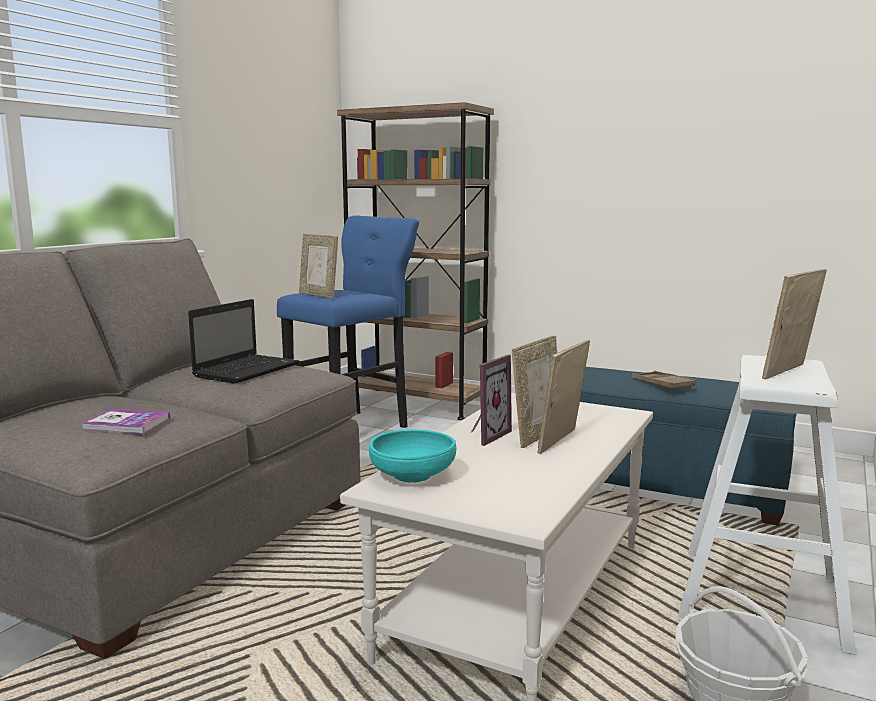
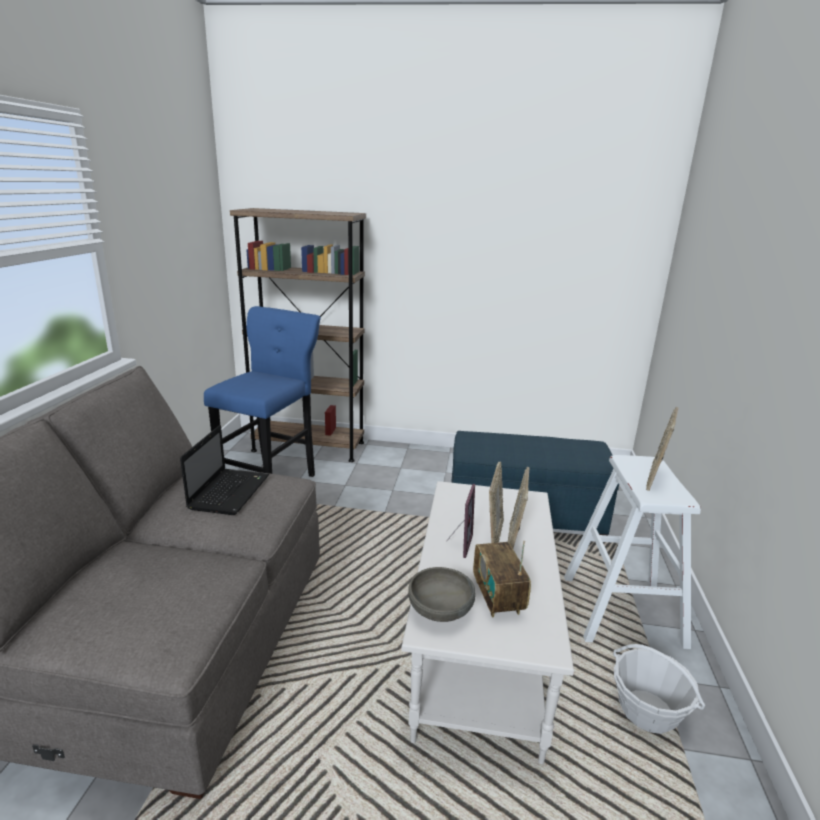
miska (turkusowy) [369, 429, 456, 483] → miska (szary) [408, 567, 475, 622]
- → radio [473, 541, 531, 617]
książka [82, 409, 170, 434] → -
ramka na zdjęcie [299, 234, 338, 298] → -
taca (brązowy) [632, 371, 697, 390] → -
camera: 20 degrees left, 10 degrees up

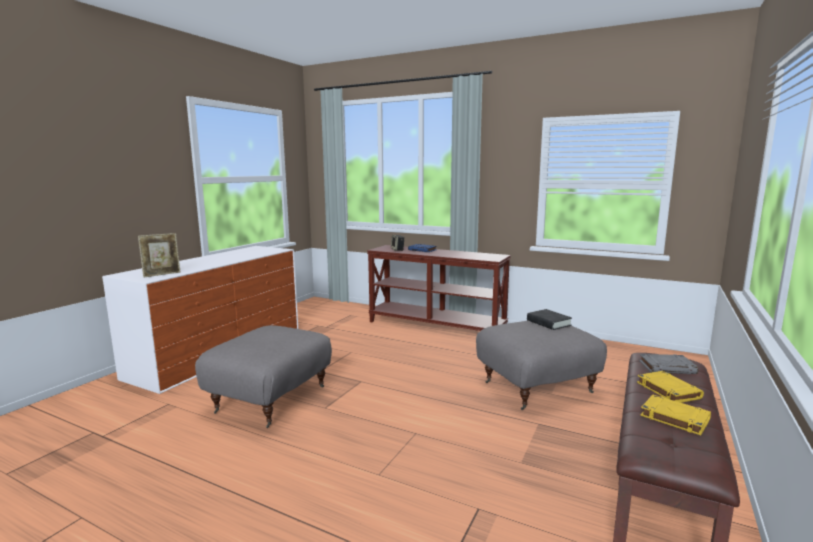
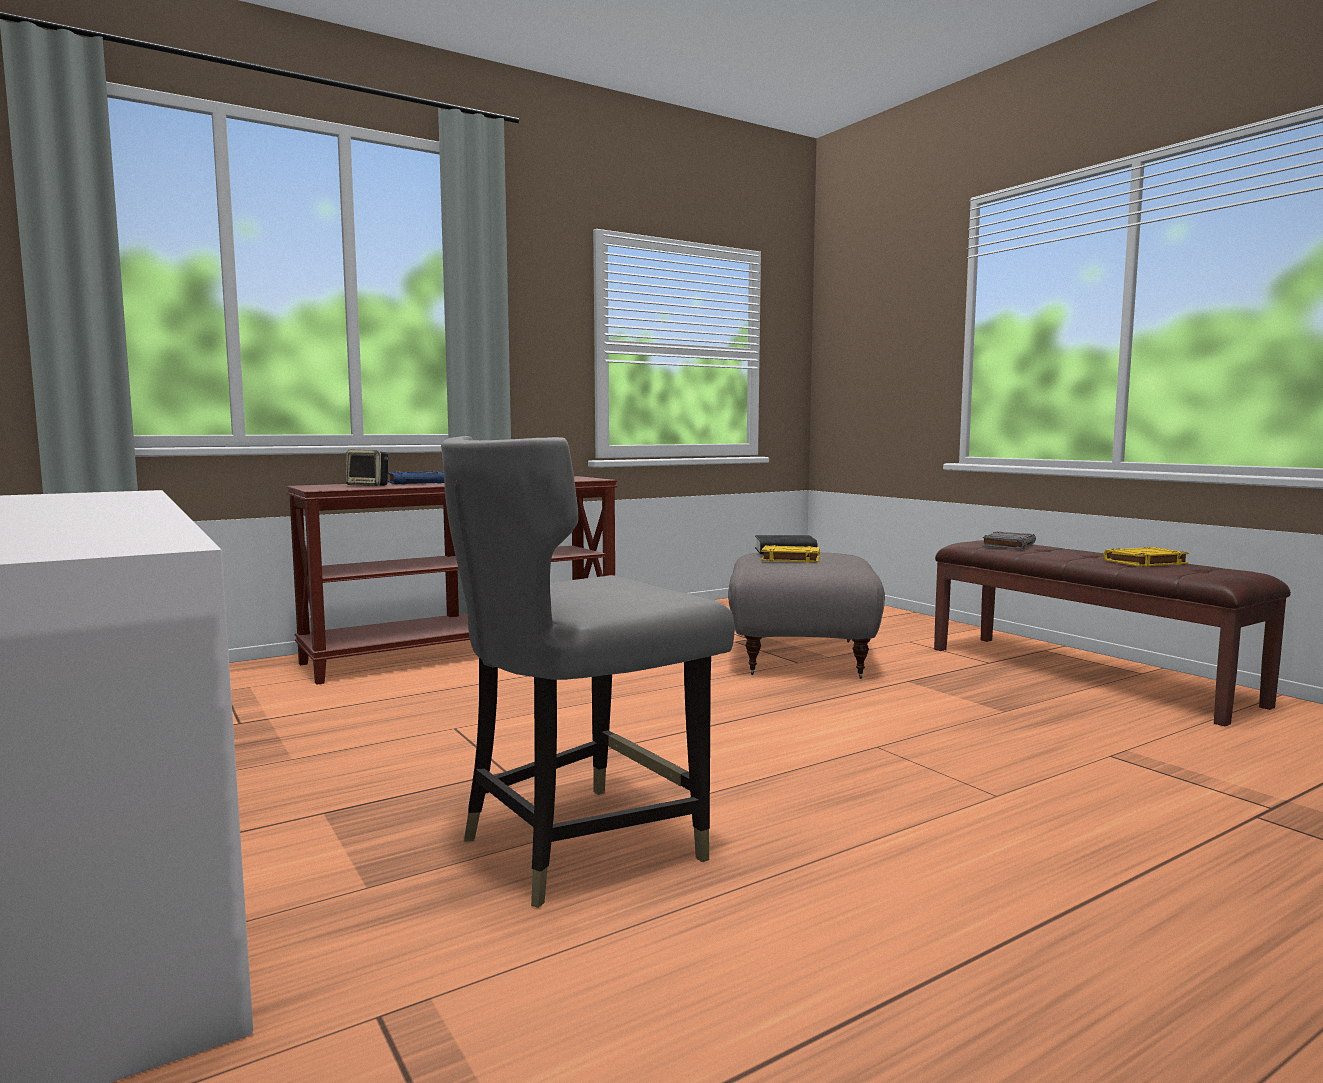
pufa (szary) [195, 325, 332, 428] → krzesło (szary) [441, 436, 735, 908]
książka (żółty) [637, 371, 704, 403] → książka (żółty) [761, 545, 820, 563], move
ramka na zdjęcie [138, 233, 181, 278] → -
camera: 60 degrees left, 5 degrees down

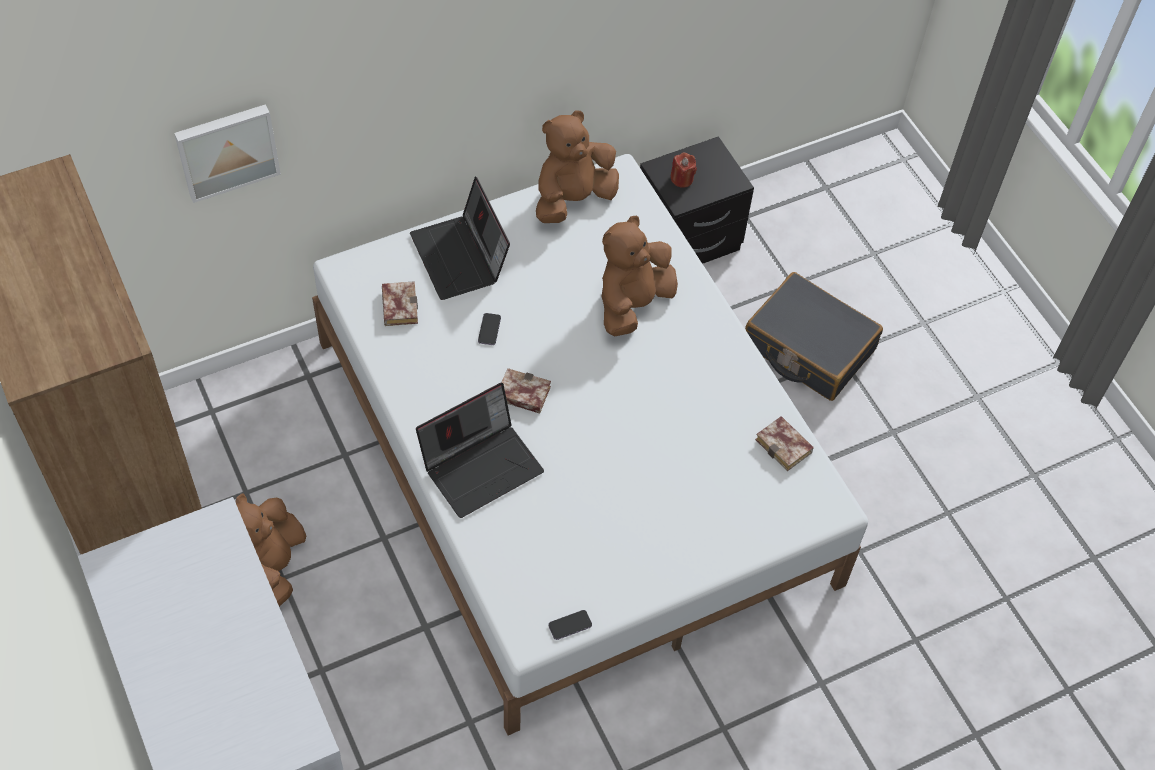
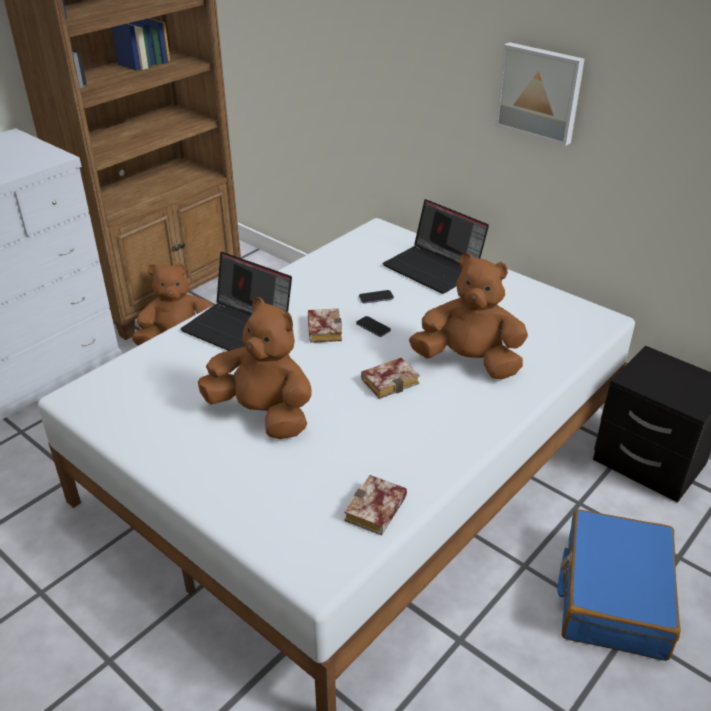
pluszak (brązowy) [536, 110, 619, 223] → pluszak (brązowy) [198, 297, 312, 439], move
telefon [548, 610, 592, 640] → telefon [356, 316, 391, 337], move
książka [382, 281, 418, 326] → książka [361, 358, 420, 399], move
laptop [410, 177, 510, 300] → laptop [383, 199, 489, 294], 90 degrees counterclockwise
obraz [174, 104, 281, 203] → obraz [495, 42, 585, 146], move
walizka (czarny) [745, 272, 883, 401] → walizka (niebieski) [557, 509, 681, 661]
świeca (czerwony) [671, 152, 697, 188] → -
camera: 70 degrees right, 20 degrees down

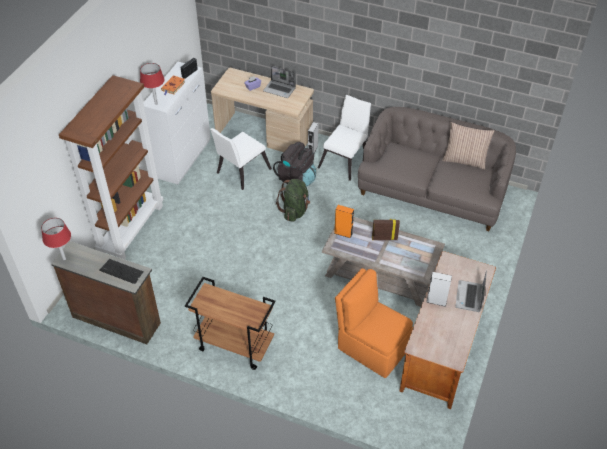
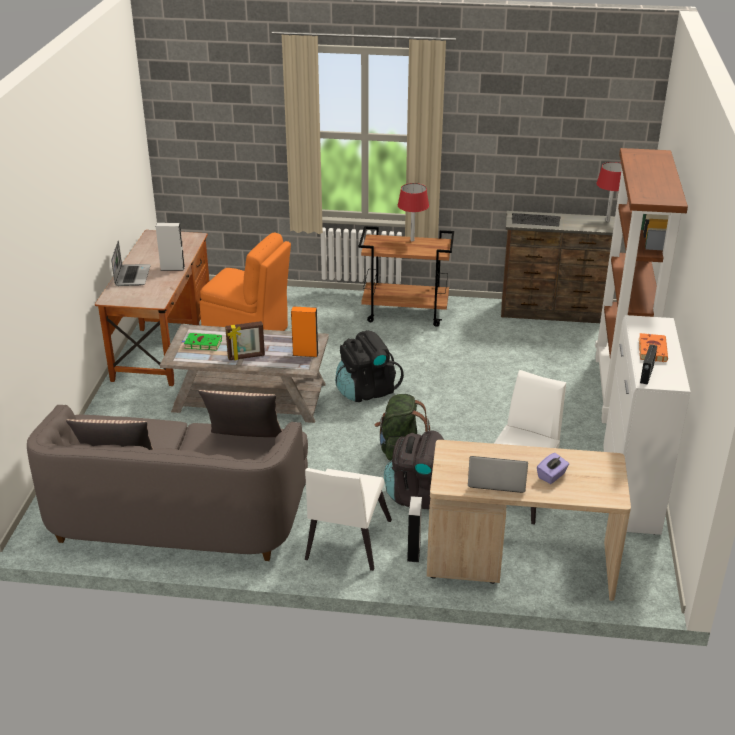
- → książka (zielony) [182, 333, 222, 351]
- → poduszka [198, 390, 282, 437]
- → plecak (czarny) [335, 330, 404, 402]
lampa stołowa (czerwony) [140, 63, 165, 105] → lampa stołowa (czerwony) [398, 183, 429, 242], move
camera: 165 degrees right, 15 degrees down

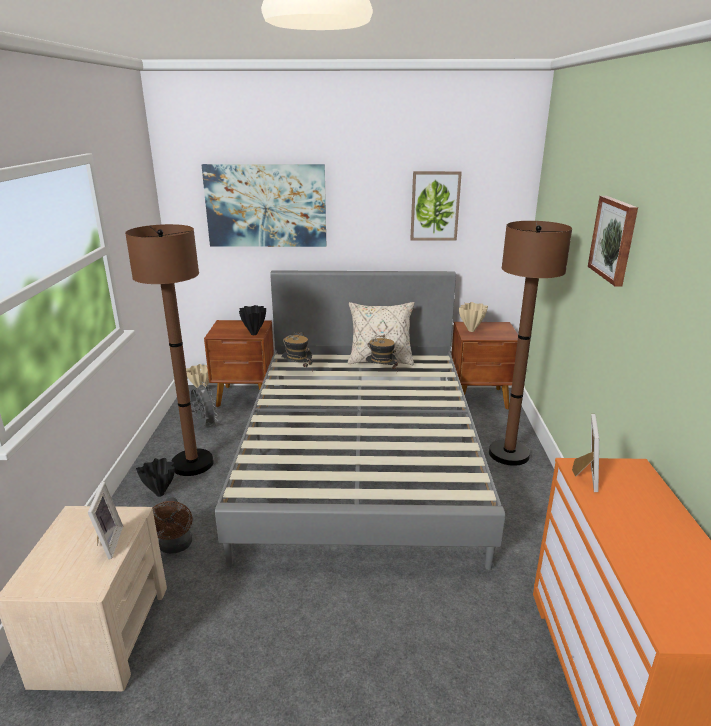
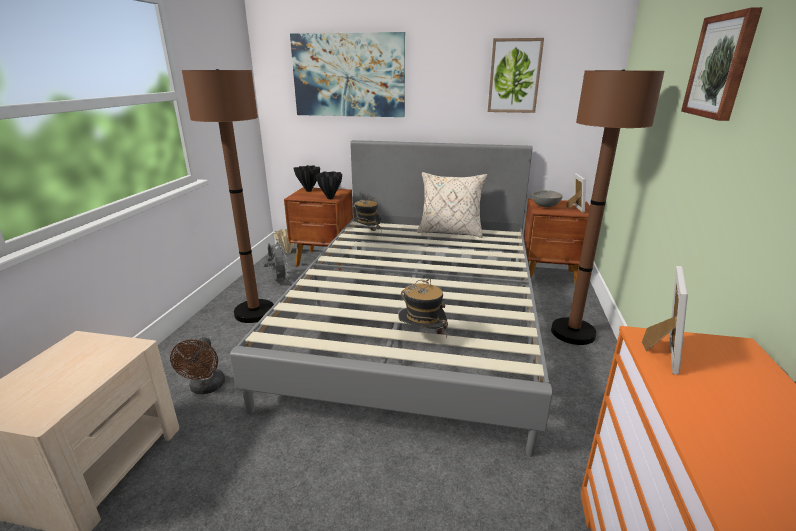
wazon (czarny) [136, 458, 175, 497] → wazon (czarny) [294, 165, 320, 192], move
kapelusz [366, 334, 399, 369] → kapelusz [398, 279, 448, 339], move
wazon (beżowy) [459, 302, 488, 332] → miska (szary) [531, 190, 563, 207]
ramka na zdjęcie [88, 482, 123, 559] → ramka na zdjęcie [566, 173, 586, 213], move
camera: 10 degrees right, 0 degrees up

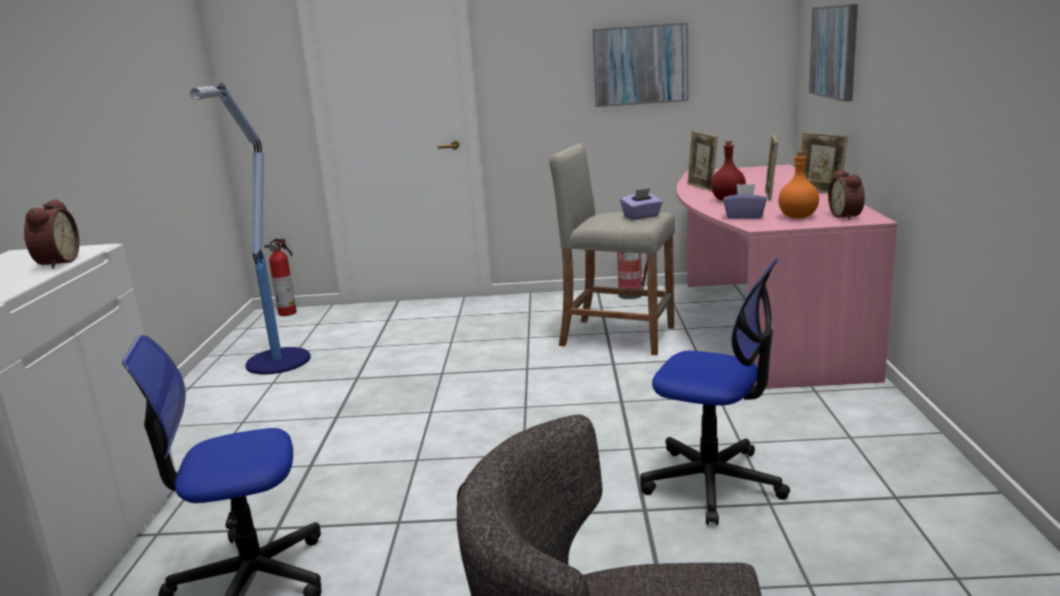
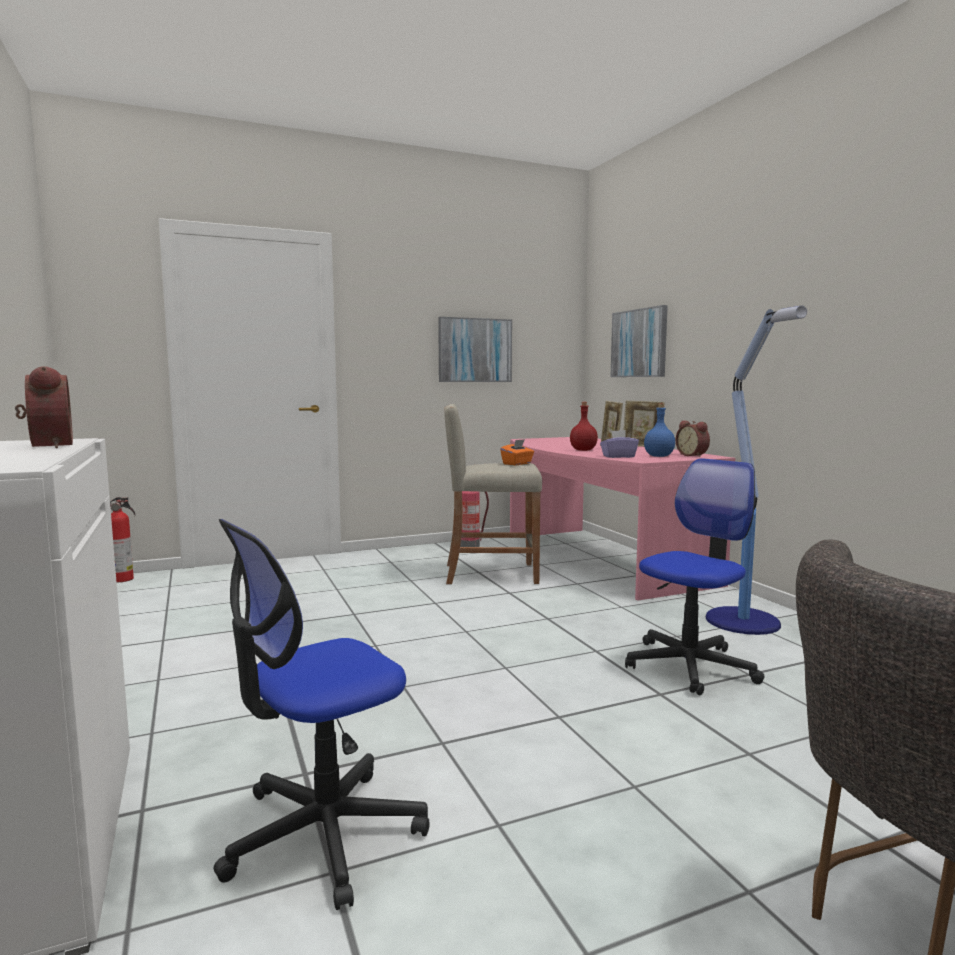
pudełko chusteczek (fioletowy) [620, 188, 663, 220] → pudełko chusteczek (pomarańczowy) [500, 439, 534, 465]
krzesło biurowe [640, 259, 790, 525] → krzesło biurowe [625, 458, 764, 696], 45 degrees counterclockwise
butelka (pomarańczowy) [778, 151, 819, 218] → butelka (niebieski) [644, 404, 675, 457]
lampa stojąca [190, 83, 311, 374] → lampa stojąca [706, 305, 807, 635], move
ramka na zdjęcie [687, 131, 718, 192] → -
camera: 25 degrees left, 10 degrees down

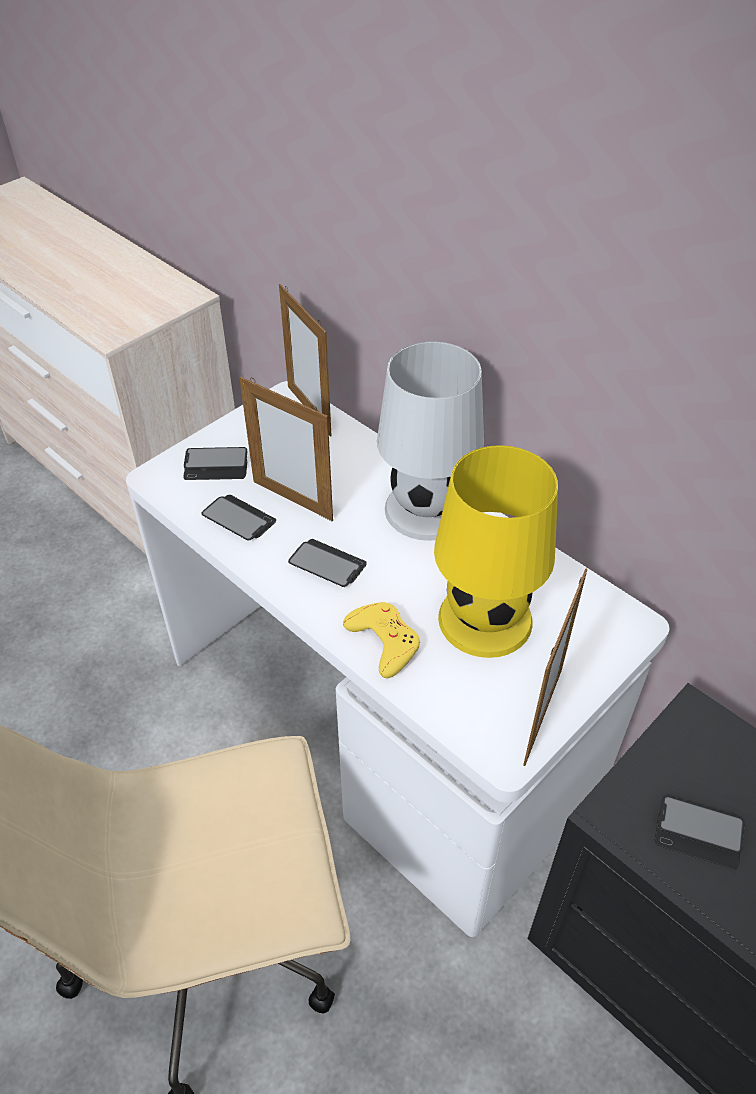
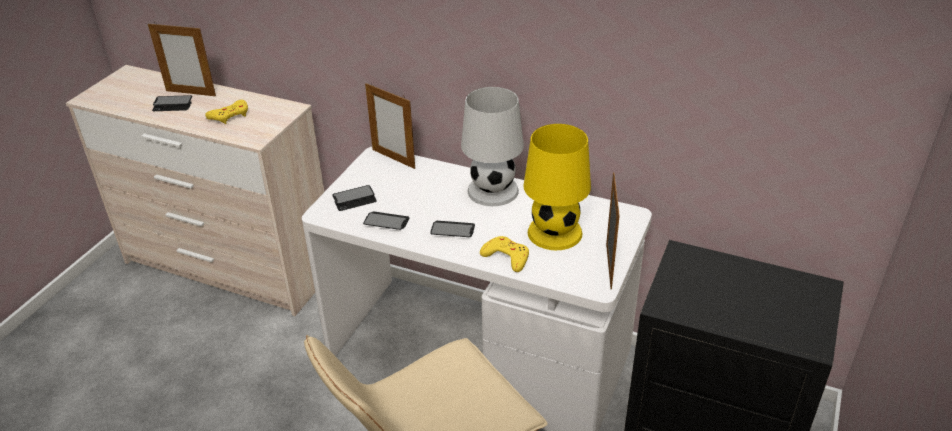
ramka na zdjęcie [239, 377, 333, 521] → ramka na zdjęcie [148, 22, 216, 96], move
telefon [655, 795, 745, 870] → telefon [152, 95, 192, 111], move
- → pad do gier (żółty) [205, 100, 248, 124]
camera: 20 degrees left, 10 degrees down

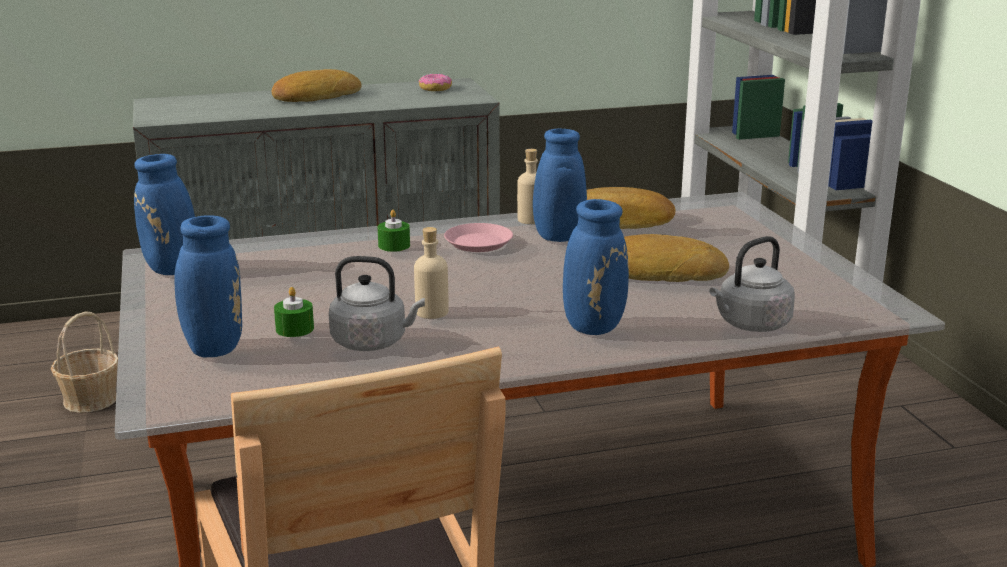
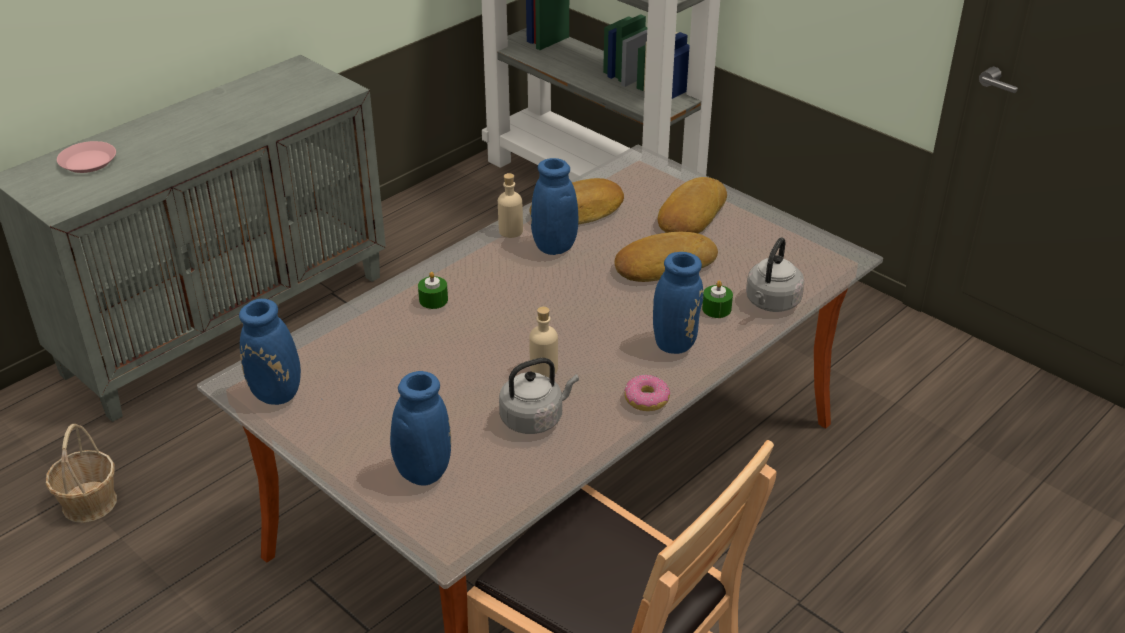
talerz (różowy) [444, 223, 513, 252] → talerz (różowy) [57, 141, 116, 173], move
donut [419, 74, 452, 91] → donut [624, 375, 670, 411], move
chleb [272, 69, 362, 102] → chleb [658, 177, 727, 233], move
świeca (zielony) [274, 287, 314, 337] → świeca (zielony) [702, 280, 733, 318], move
camera: 30 degrees left, 15 degrees up

